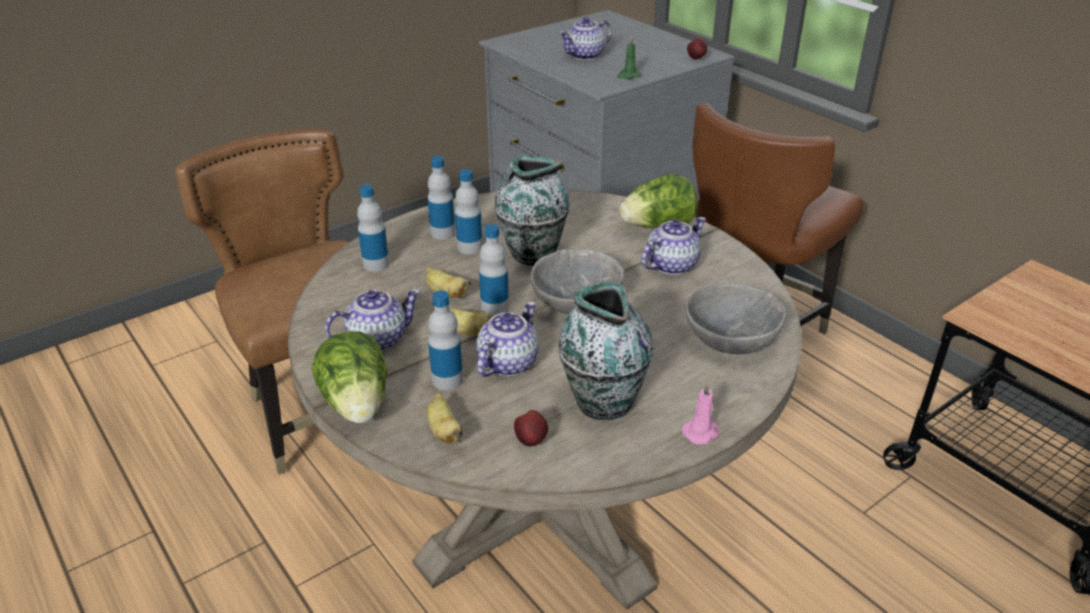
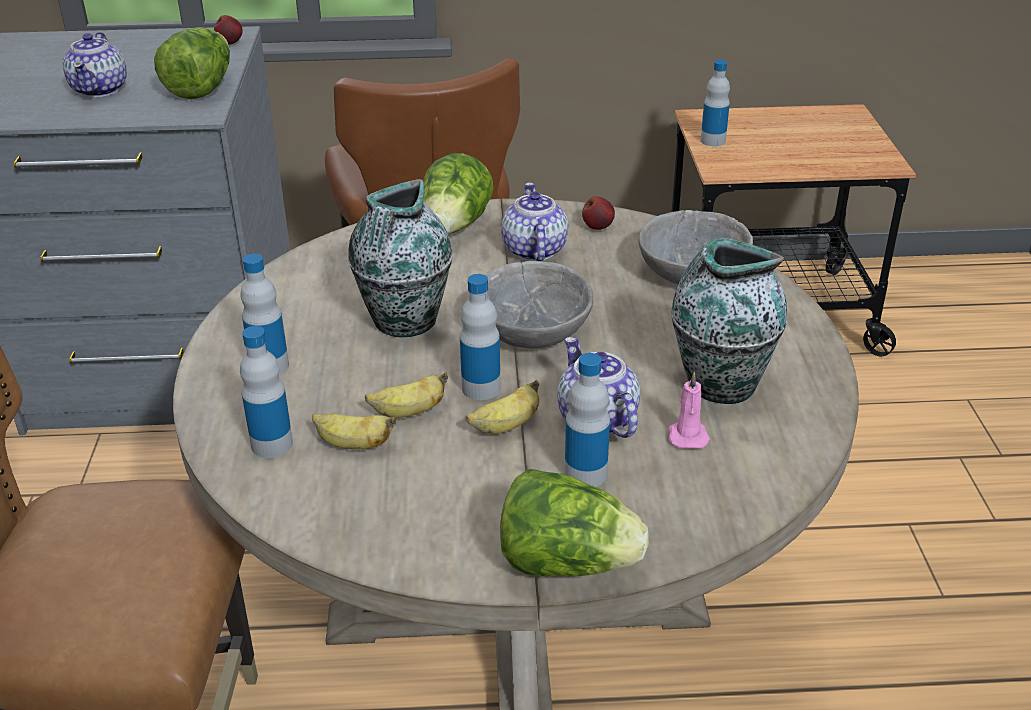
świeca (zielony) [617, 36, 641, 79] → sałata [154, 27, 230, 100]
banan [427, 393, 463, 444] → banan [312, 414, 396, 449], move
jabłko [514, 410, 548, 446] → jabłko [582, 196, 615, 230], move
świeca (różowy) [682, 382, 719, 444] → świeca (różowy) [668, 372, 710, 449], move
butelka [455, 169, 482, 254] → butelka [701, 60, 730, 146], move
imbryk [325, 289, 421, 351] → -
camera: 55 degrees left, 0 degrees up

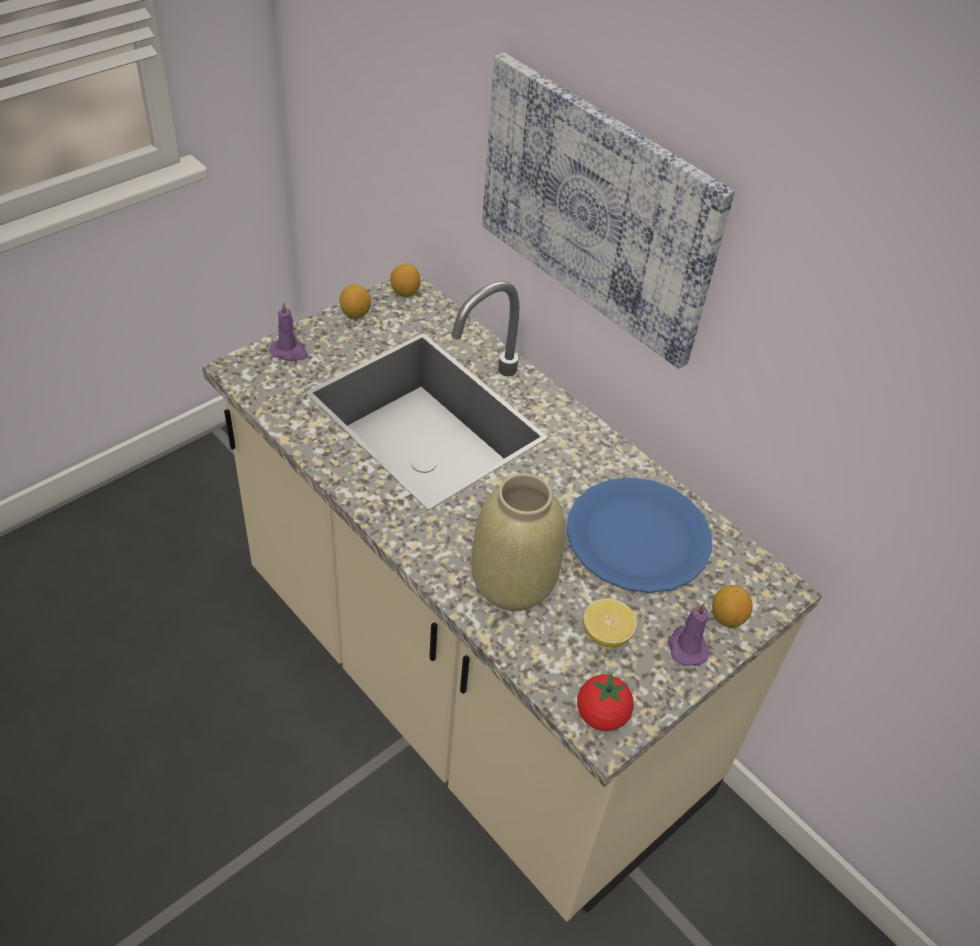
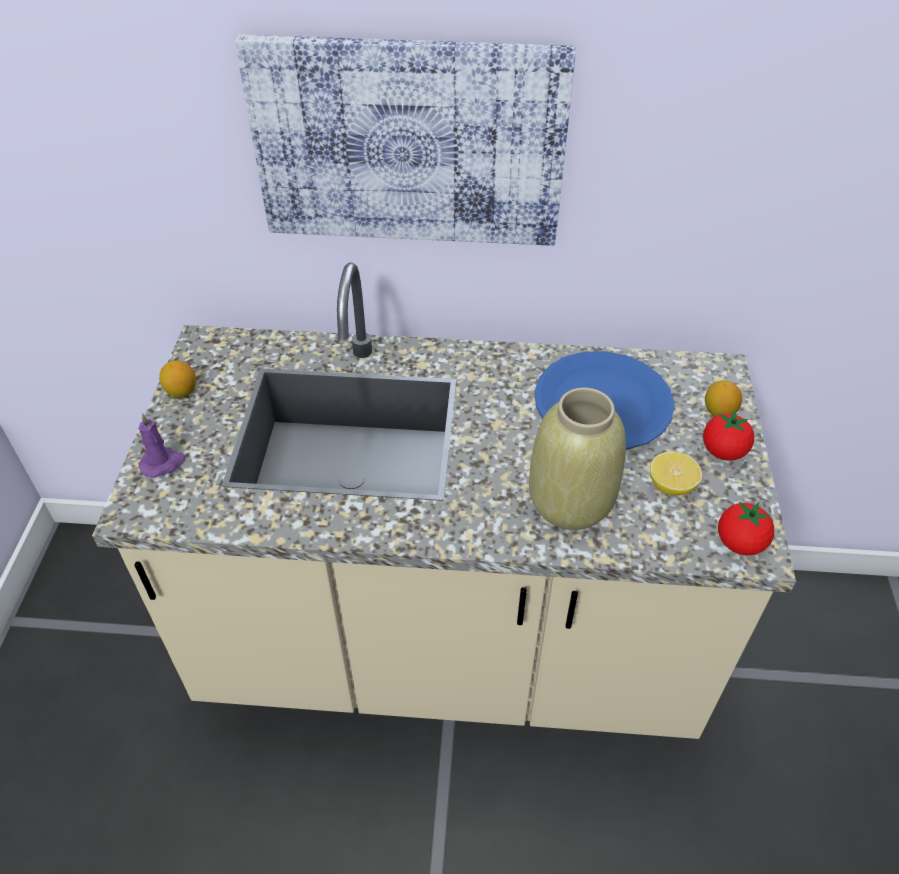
świeca (fioletowy) [668, 602, 710, 666] → pomidor [703, 410, 754, 461]
cytryna [390, 264, 420, 297] → -
camera: 40 degrees left, 0 degrees up

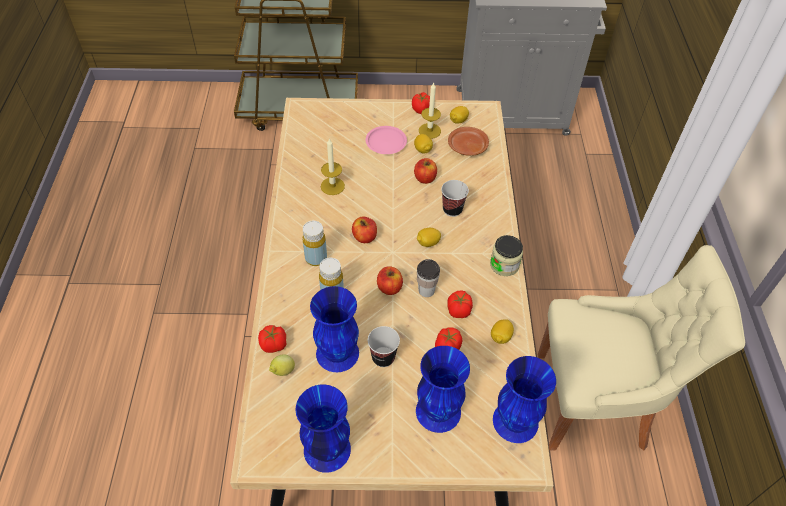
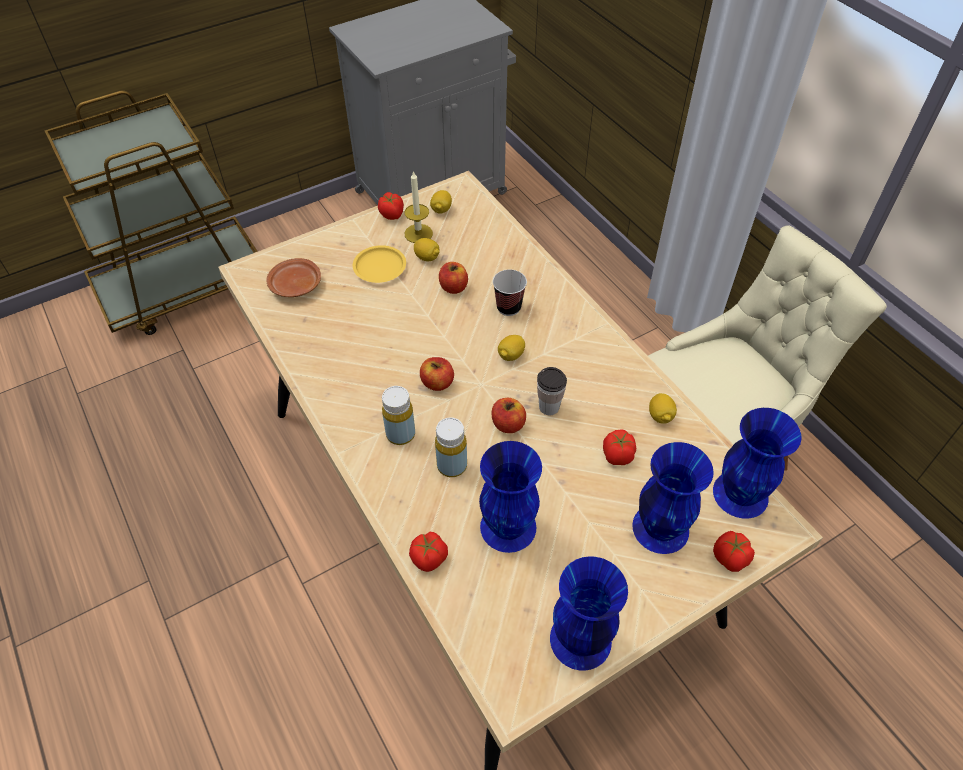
talerz (brązowy) [448, 127, 489, 156] → talerz (brązowy) [266, 258, 321, 297], move
talerz (różowy) [366, 126, 407, 154] → talerz (żółty) [353, 245, 406, 283]
pomidor [447, 290, 473, 318] → pomidor [713, 531, 755, 572], move
cytryna [269, 354, 295, 376] → -
świeca [321, 138, 345, 195] → -
filiżanka [368, 326, 400, 367] → -
słoik [490, 235, 523, 276] → -
camera: 30 degrees left, 0 degrees up

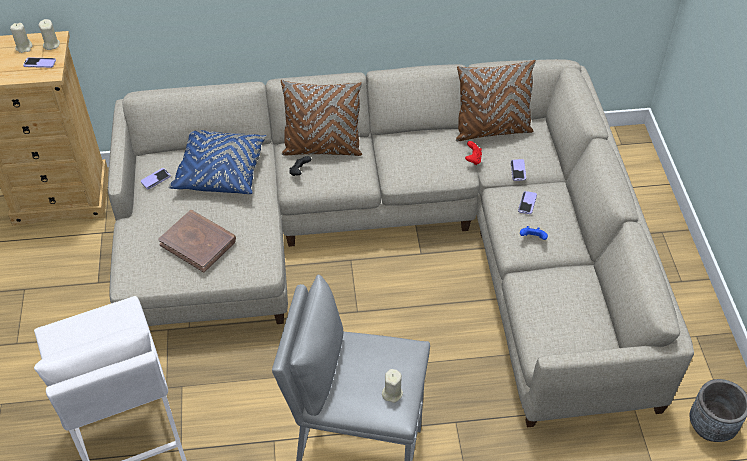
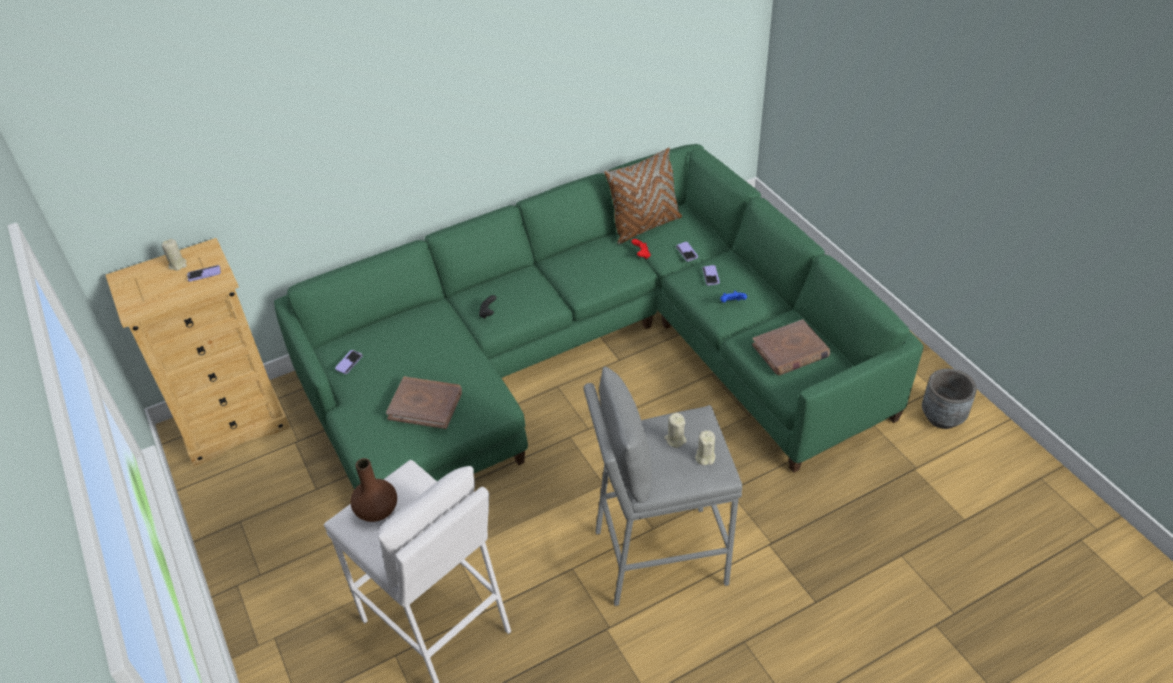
kanapa (beżowy) [108, 59, 694, 427] → kanapa (zielony) [274, 144, 924, 489]
- → wazon (brązowy) [350, 458, 397, 522]
świeca (beżowy) [39, 19, 60, 50] → świeca (beżowy) [664, 413, 687, 448], move
- → książka (brązowy) [752, 319, 830, 375]
poduszka (niebieski) [169, 130, 267, 194] → -
poduszka (brązowy) [281, 80, 362, 156] → -
camera: 20 degrees left, 5 degrees down

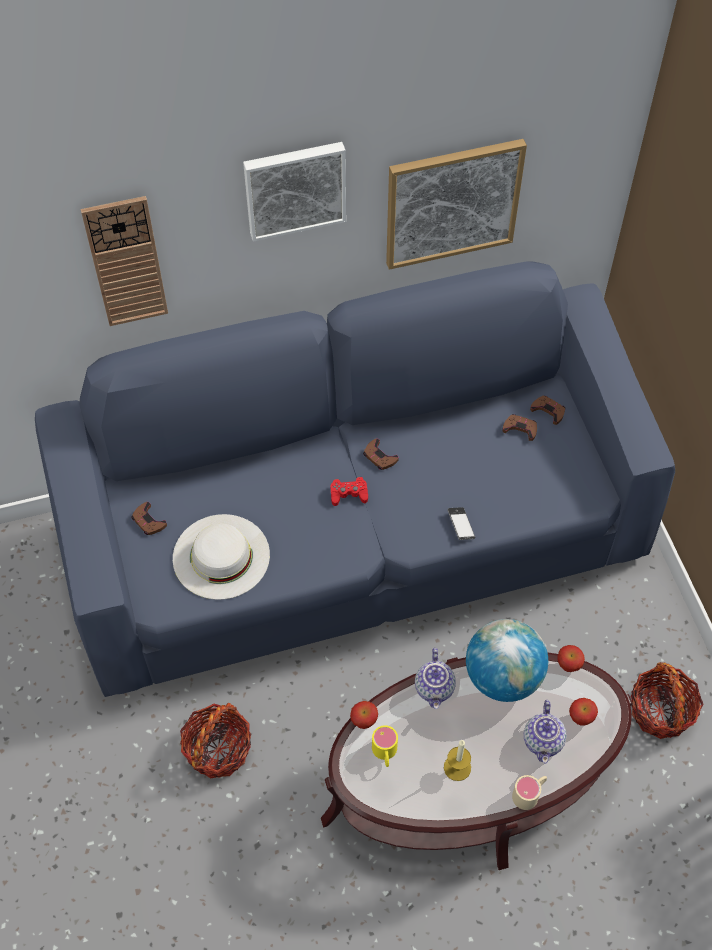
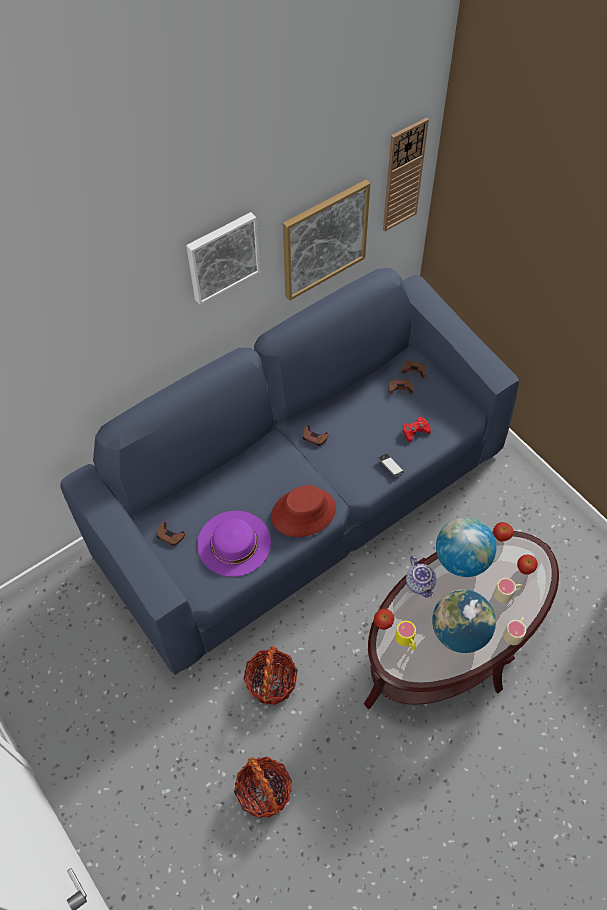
kapelusz (biały) [173, 514, 270, 600] → kapelusz (fioletowy) [197, 511, 271, 577]
koszyk [631, 662, 703, 739] → koszyk [234, 756, 292, 818], move
- → kapelusz (czerwony) [271, 485, 336, 537]
zegar ścienny [81, 196, 168, 326] → zegar ścienny [383, 118, 429, 231], move
pad do gier (czerwony) [330, 477, 368, 506] → pad do gier (czerwony) [403, 417, 431, 442], move
świeca [444, 740, 471, 781] → globus [432, 590, 496, 653]
imbryk [524, 700, 567, 763] → kubek (beżowy) [494, 578, 523, 603]
camera: 20 degrees left, 0 degrees up

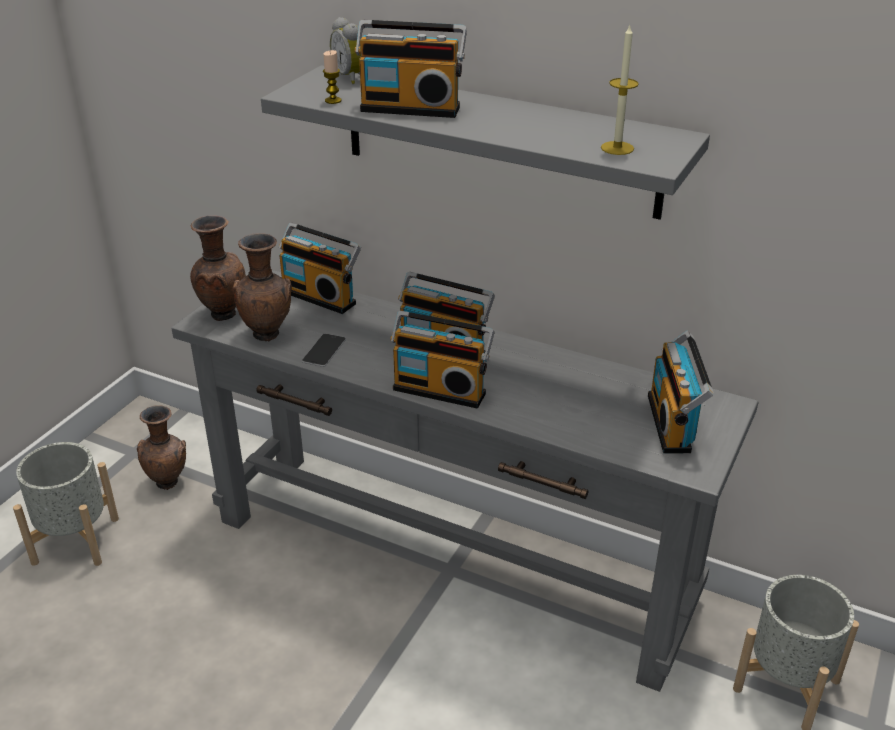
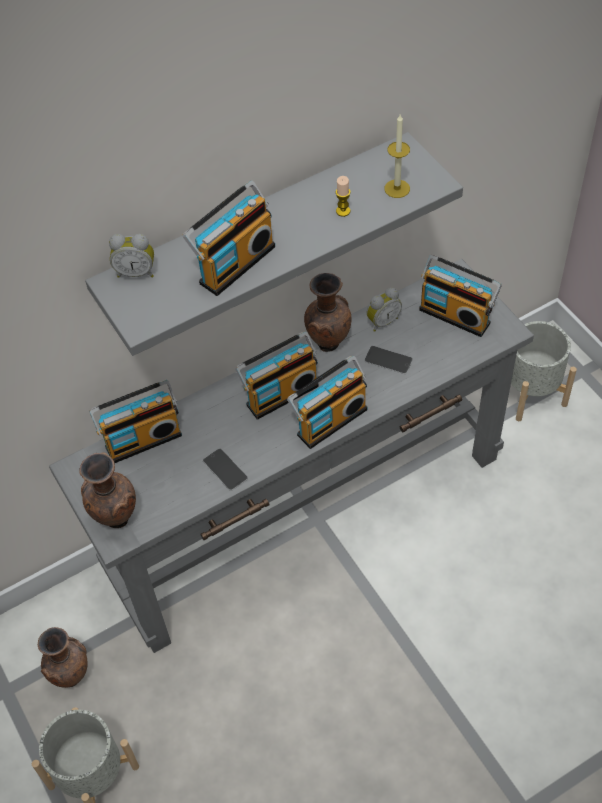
wazon (brązowy) [232, 233, 292, 342] → wazon (brązowy) [304, 273, 352, 352], move
świeca [323, 50, 341, 104] → świeca [336, 176, 351, 217], move
- → telefon [364, 346, 413, 374]
- → budzik [367, 288, 402, 332]
camera: 55 degrees left, 20 degrees up

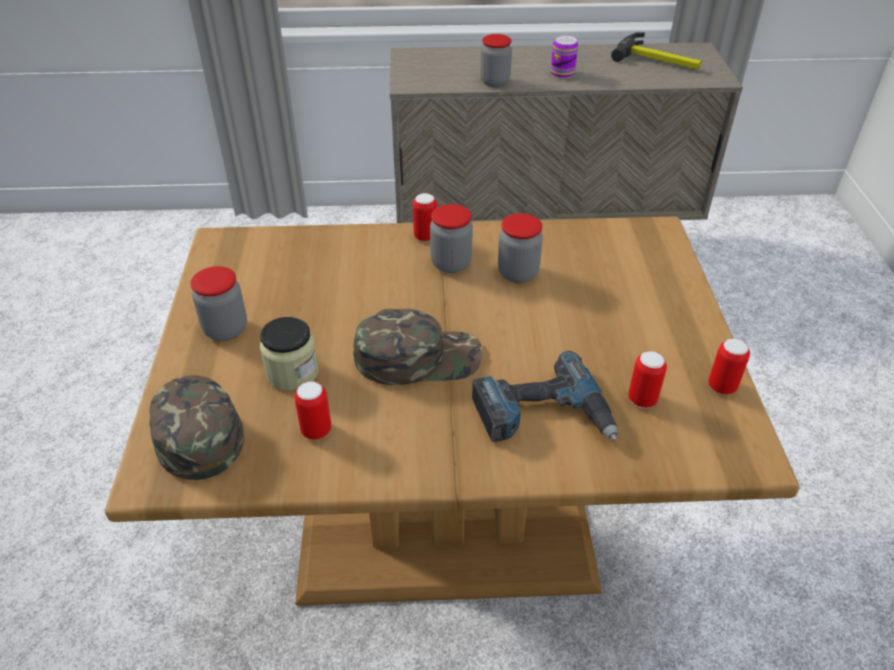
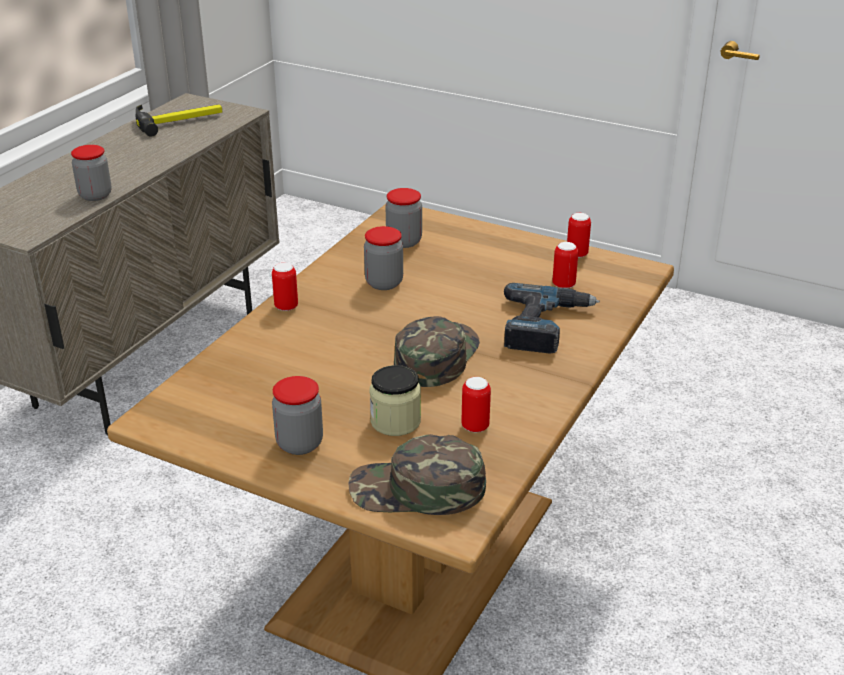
słoik [430, 204, 473, 273] → słoik [386, 188, 422, 248], move
puszka [551, 36, 578, 79] → -
camera: 60 degrees left, 10 degrees down

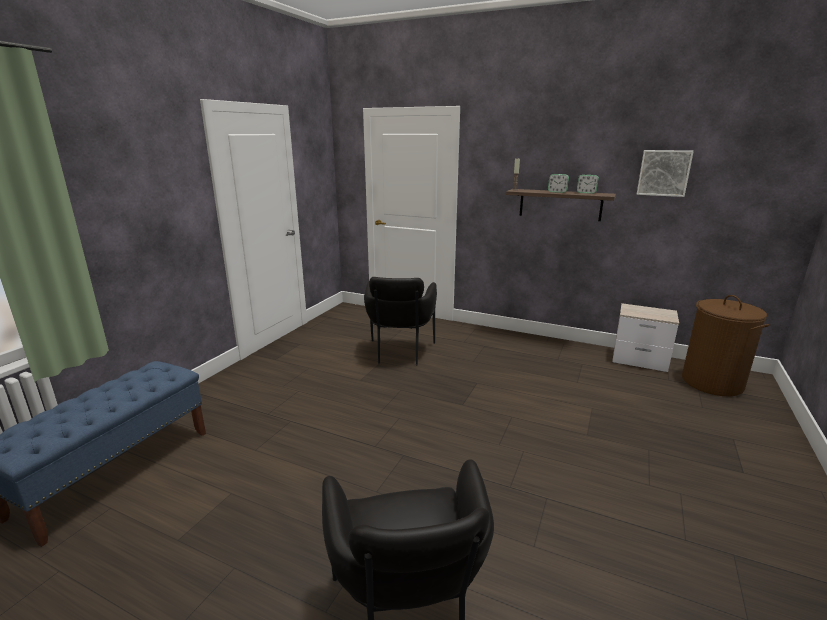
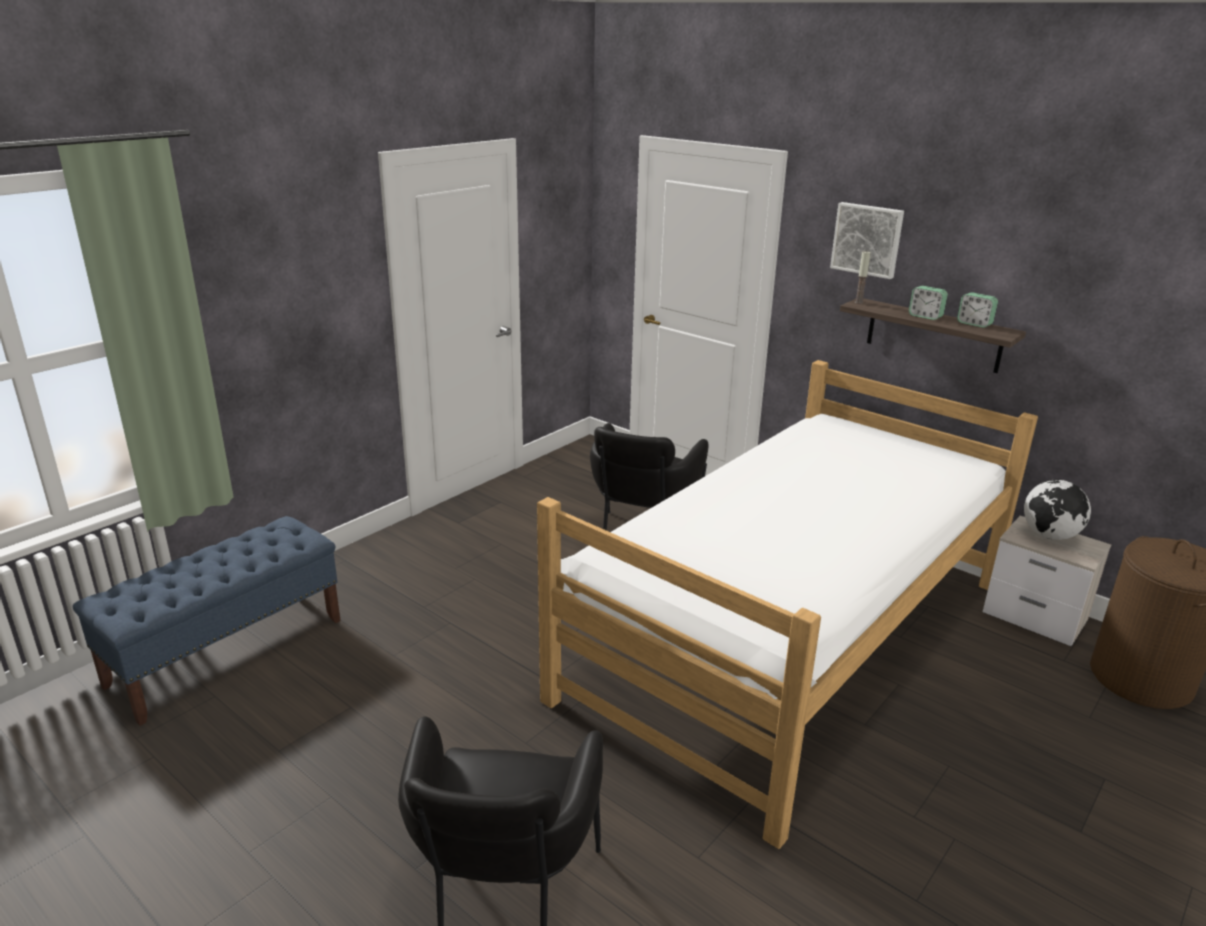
- → łóżko [537, 360, 1038, 849]
obraz [637, 150, 694, 197] → obraz [830, 202, 904, 279], move
- → globus [1024, 480, 1091, 540]
camera: 15 degrees right, 5 degrees up

